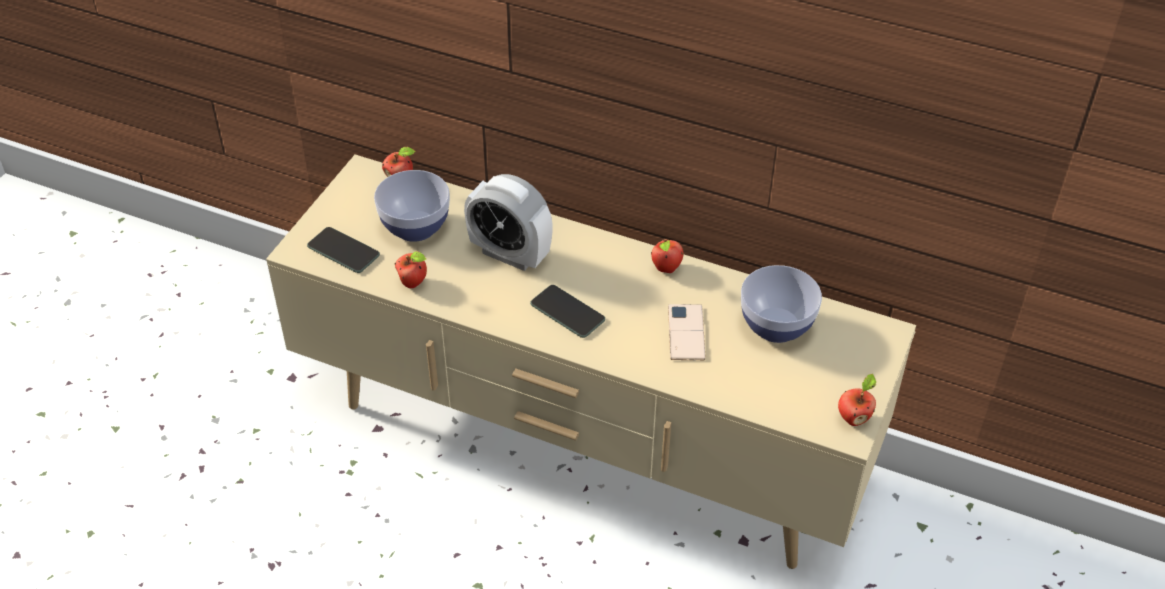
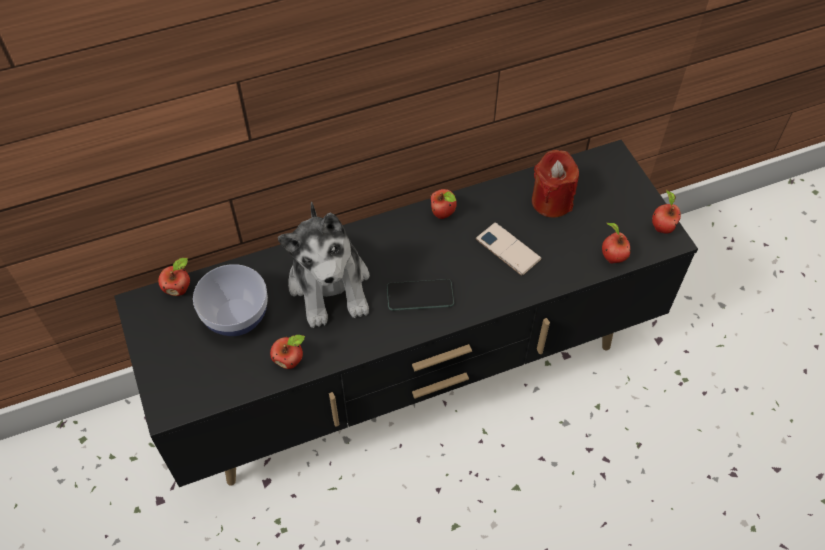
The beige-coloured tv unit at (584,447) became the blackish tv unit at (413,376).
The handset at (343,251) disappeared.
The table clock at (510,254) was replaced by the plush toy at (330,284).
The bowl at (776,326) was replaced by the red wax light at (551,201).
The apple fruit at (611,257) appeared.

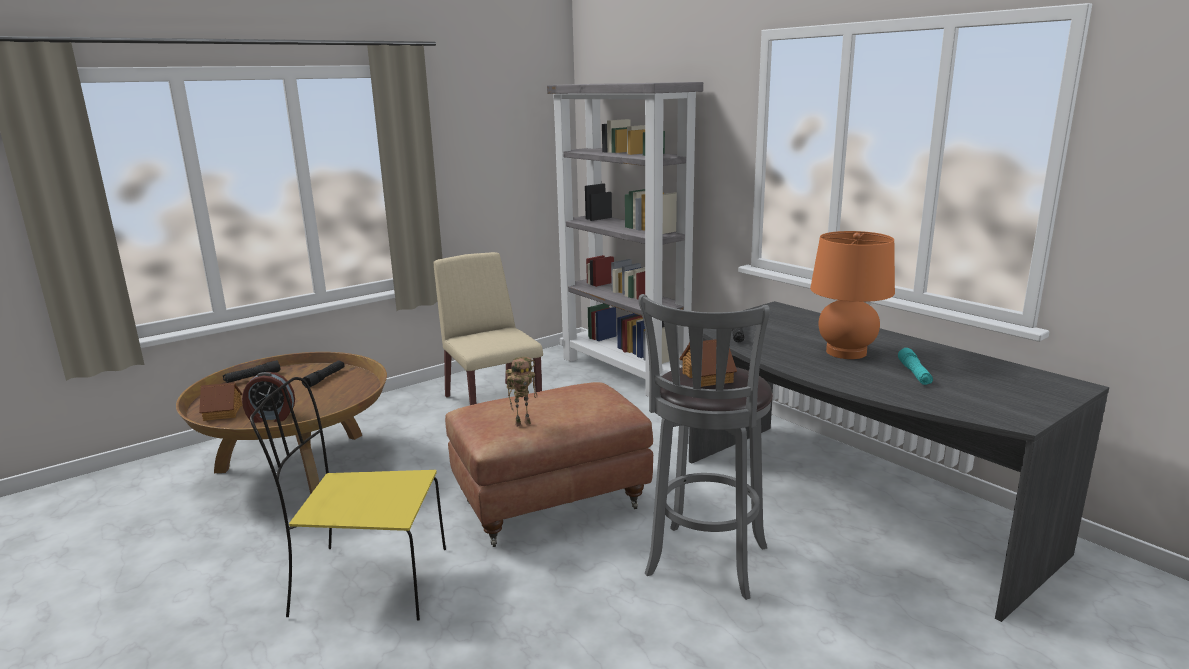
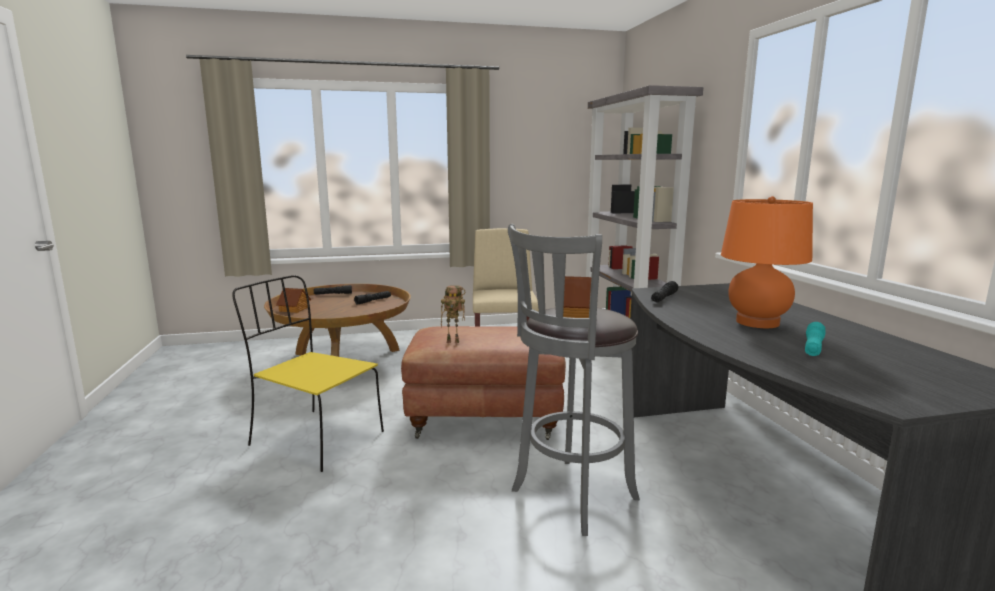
The table clock at (271,417) disappeared.

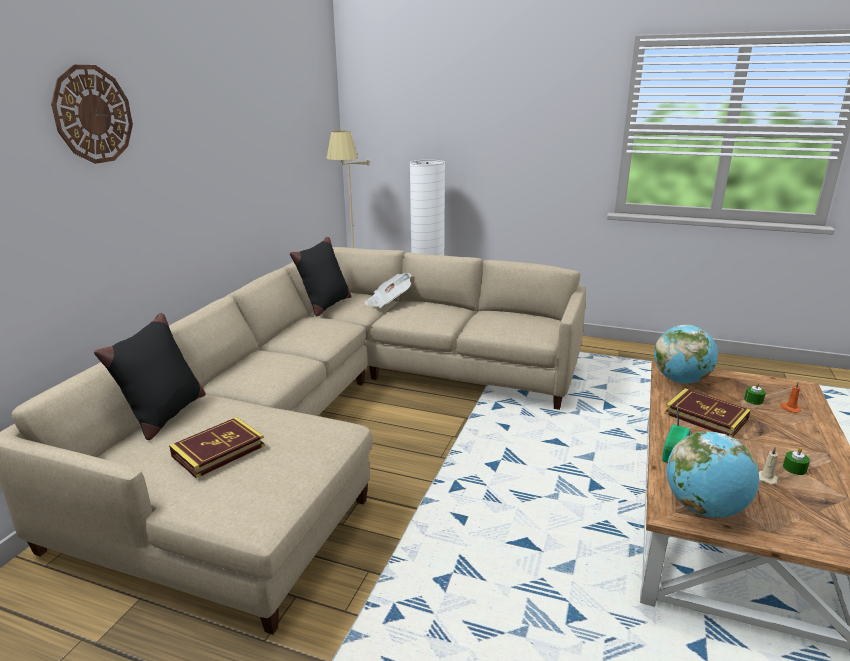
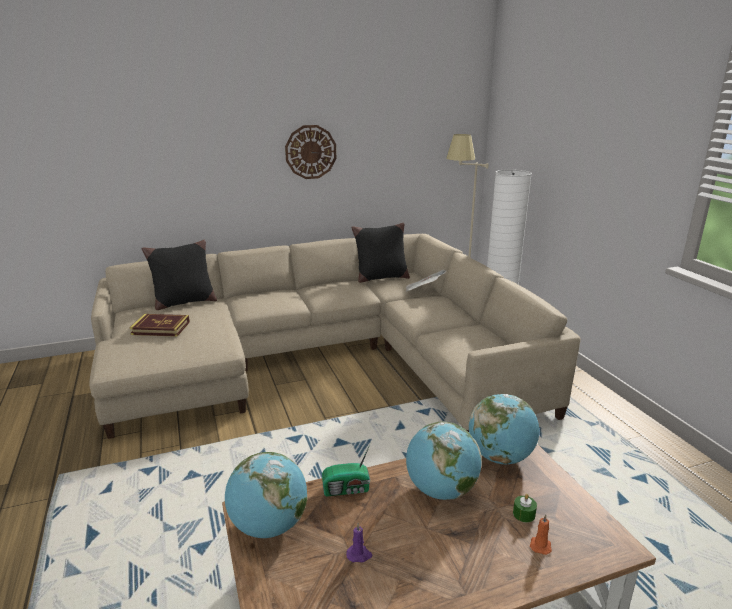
The hanging clock moved from (93,114) to (310,152).
The volume at (706,416) was replaced by the world globe at (441,490).
The beige-coloured wax light at (767,478) became the purple-coloured wax light at (359,555).
The green-coloured wax light at (794,468) disappeared.

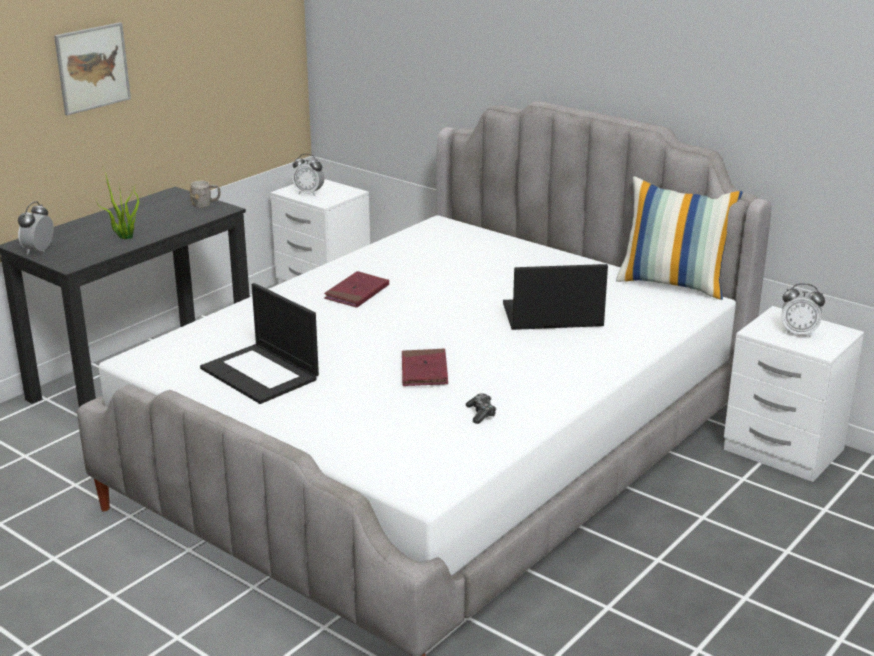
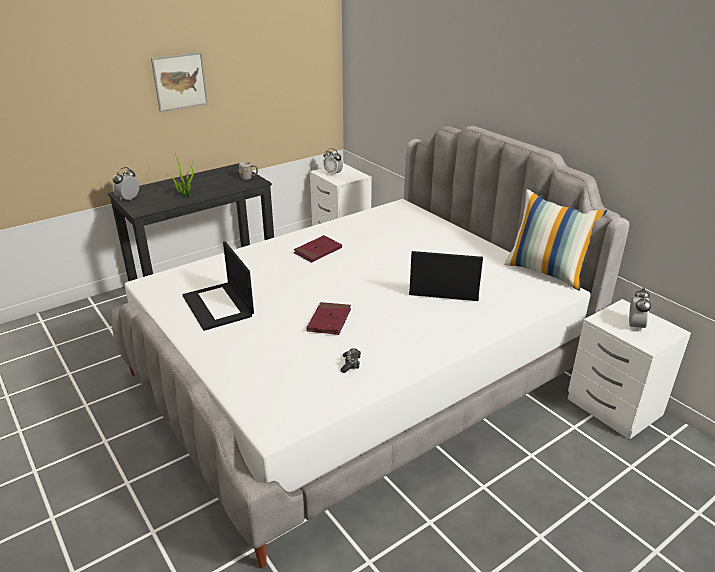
The table clock at (798,333) turned 105 degrees counterclockwise.

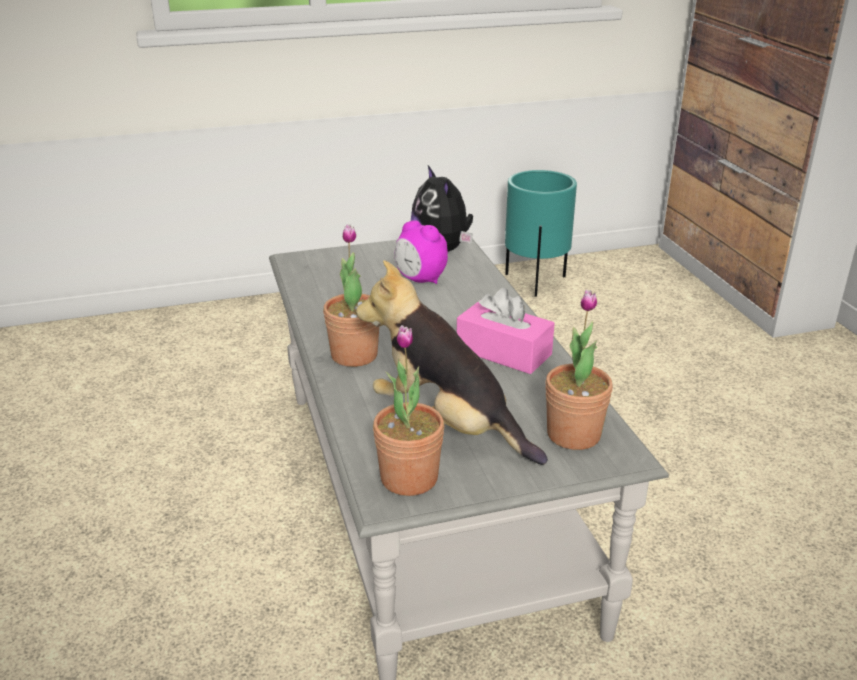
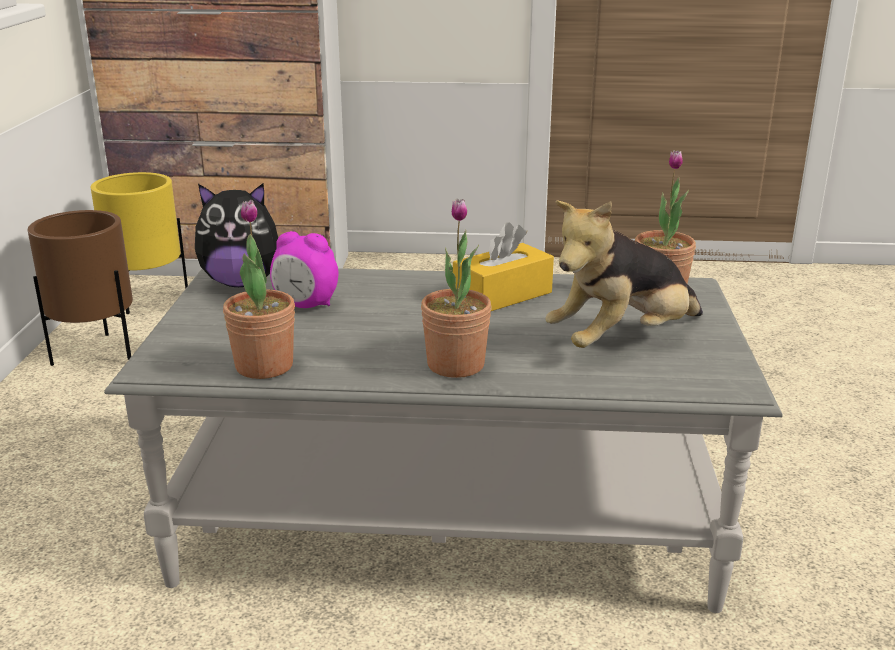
The houseplant moved from (409,478) to (264,366).
The table clock at (420,280) turned 45 degrees clockwise.
The pink-coloured tissue box at (503,352) became the yellow-coloured tissue box at (502,295).
The blue-green planter at (536,283) became the brown planter at (97,353).
The yellow-coloured planter at (149,301) appeared.

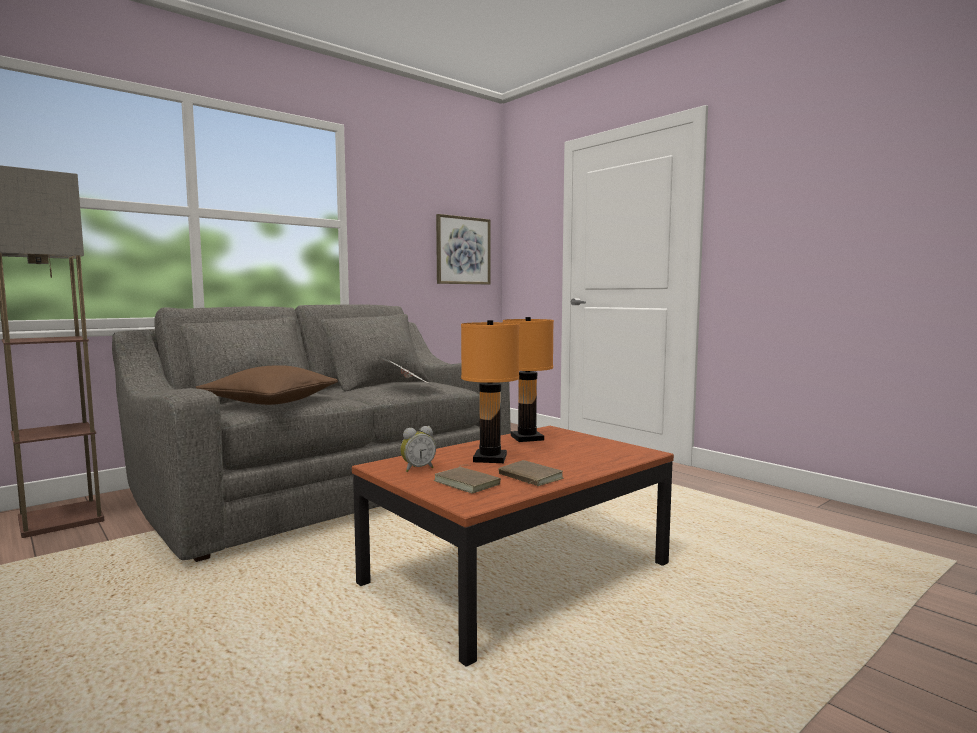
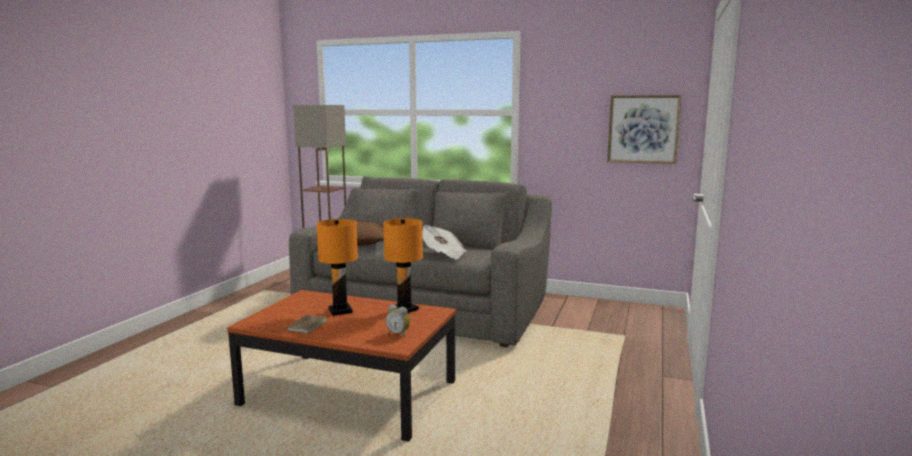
The table clock moved from (417,469) to (399,334).
The brown volume at (468,483) disappeared.

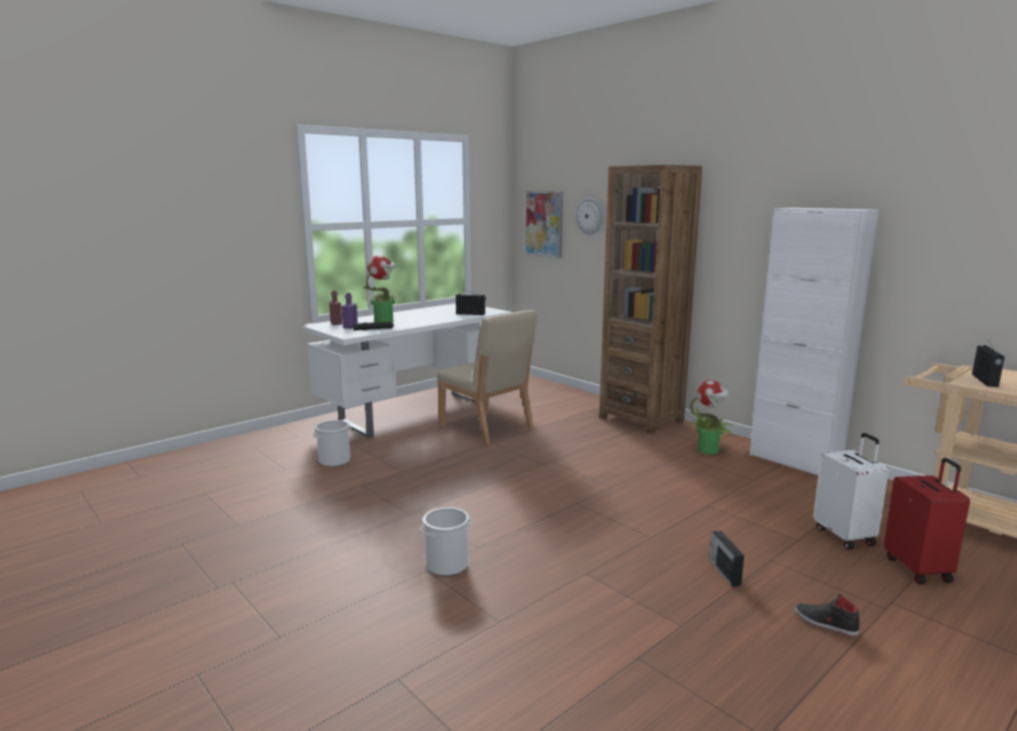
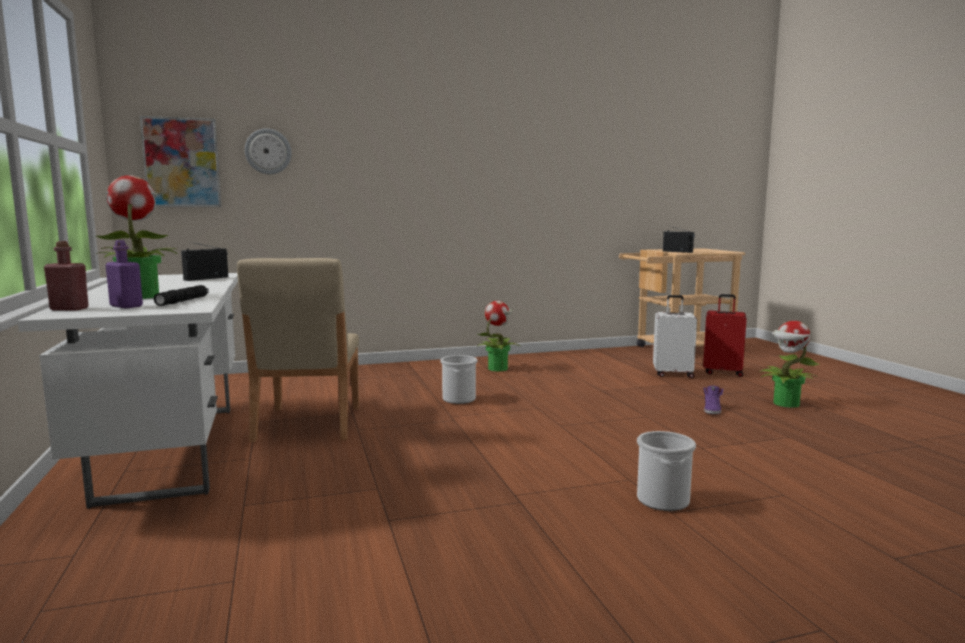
The water bucket moved from (334,461) to (458,399).
The beige-coloured chair at (486,428) turned 105 degrees clockwise.
The brown bookshelf at (641,419) disappeared.
The radio receiver at (724,571) was replaced by the purple-coloured item of footwear at (712,410).
The whitish storage cabinet at (794,462) disappeared.
The blackish item of footwear at (825,623) was replaced by the houseplant at (786,404).

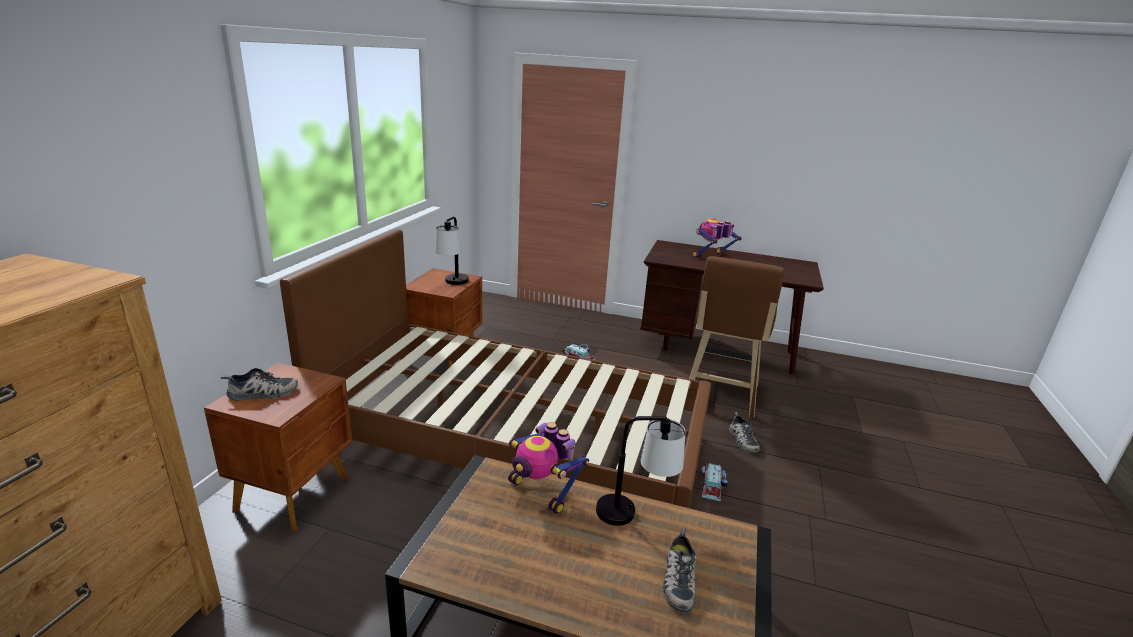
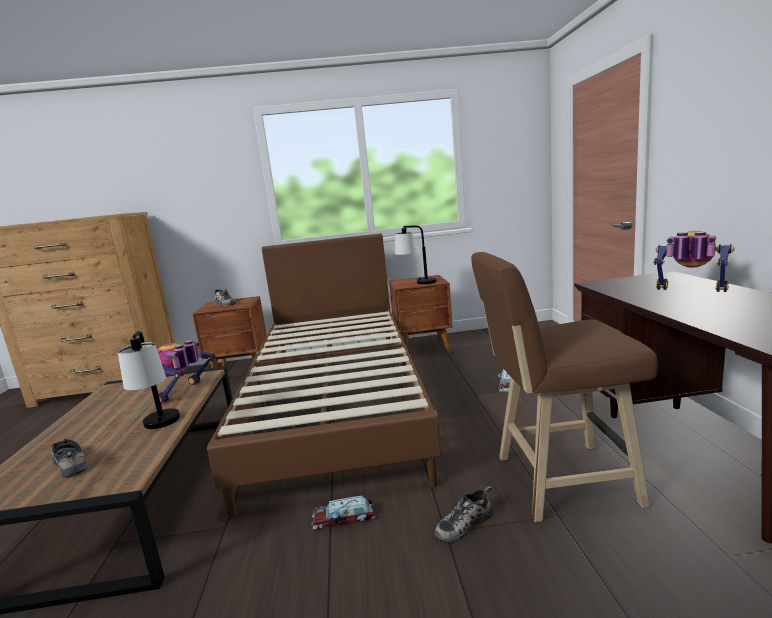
The item of footwear at (677,579) turned 60 degrees clockwise.

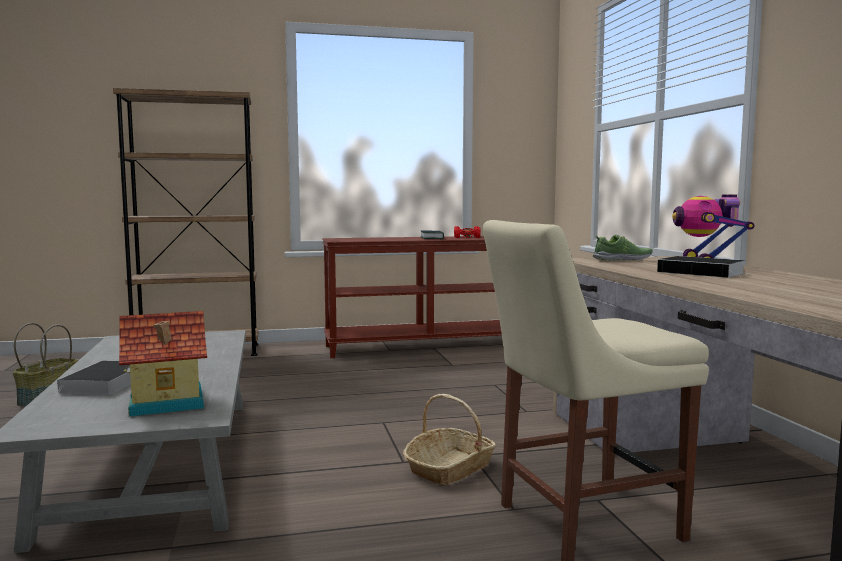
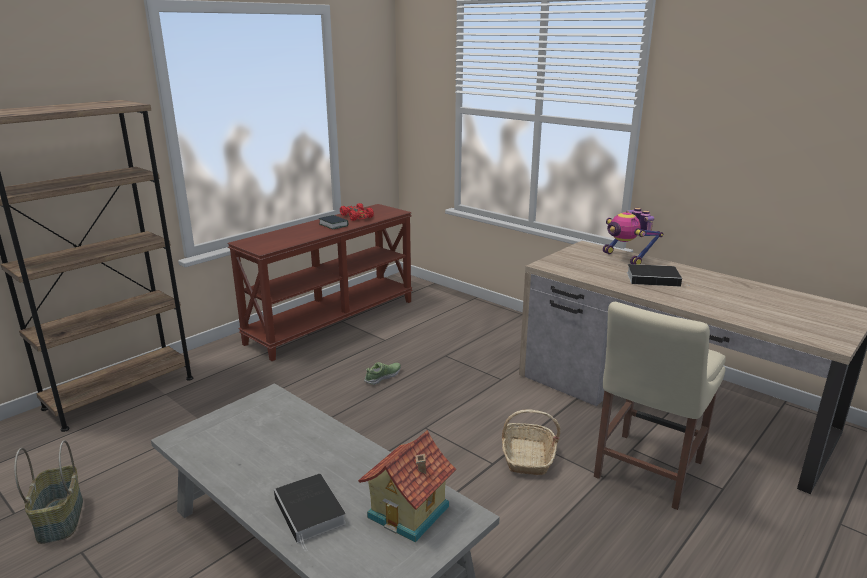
The item of footwear moved from (622,260) to (383,377).

